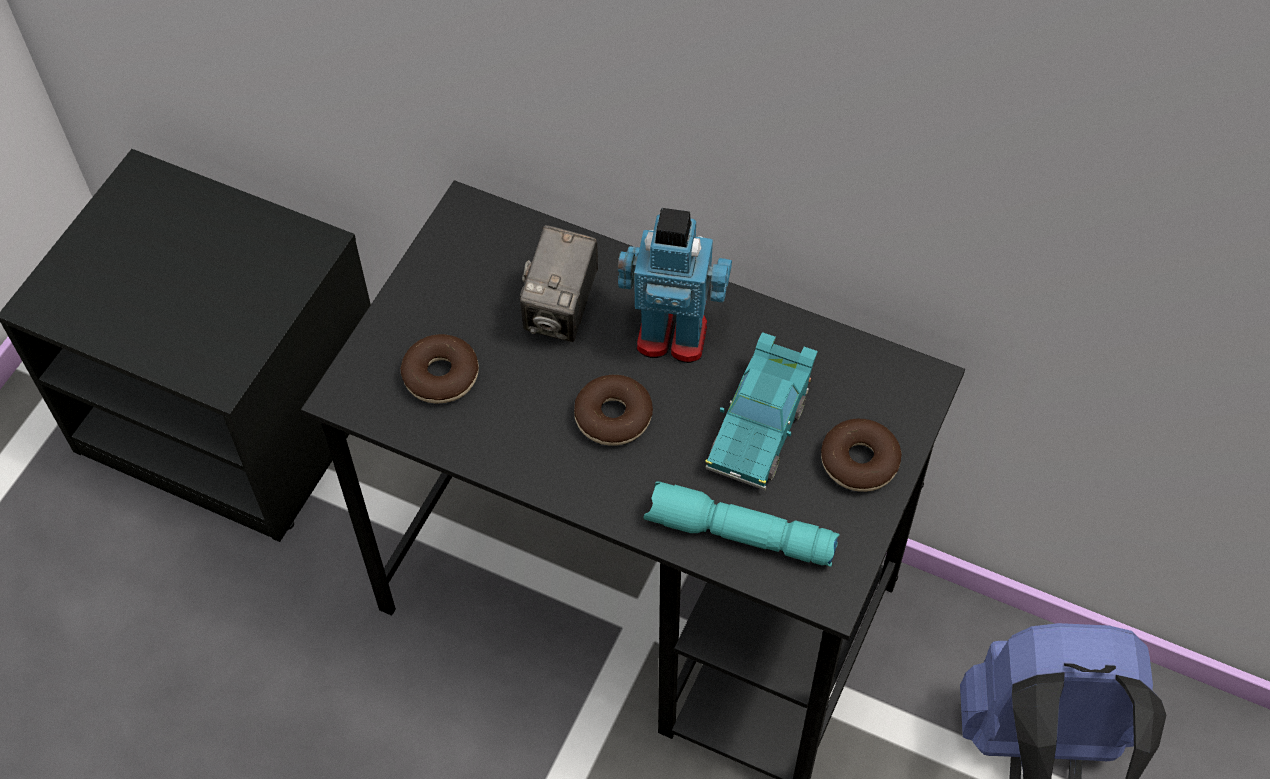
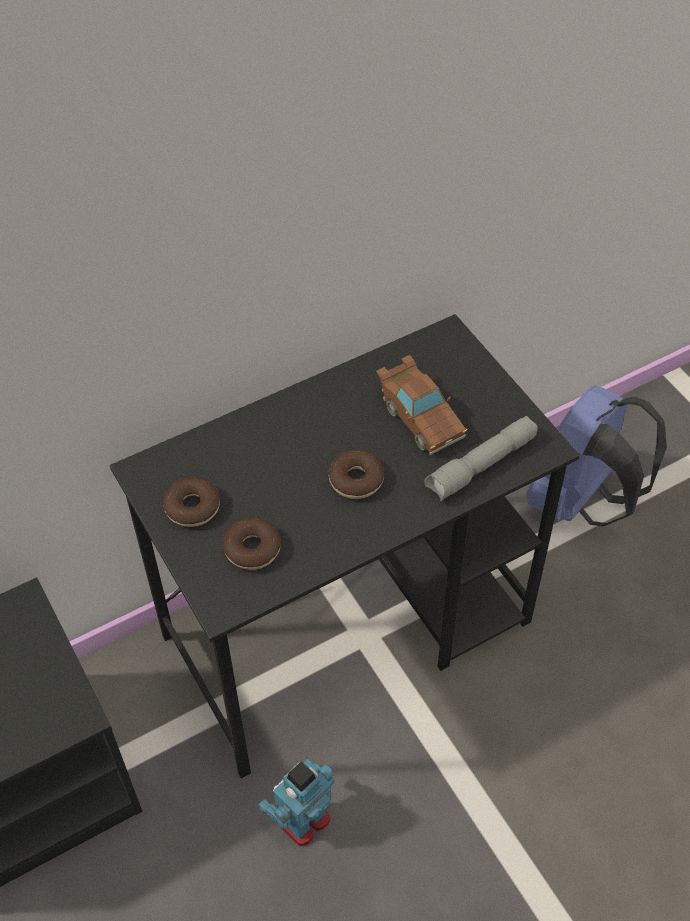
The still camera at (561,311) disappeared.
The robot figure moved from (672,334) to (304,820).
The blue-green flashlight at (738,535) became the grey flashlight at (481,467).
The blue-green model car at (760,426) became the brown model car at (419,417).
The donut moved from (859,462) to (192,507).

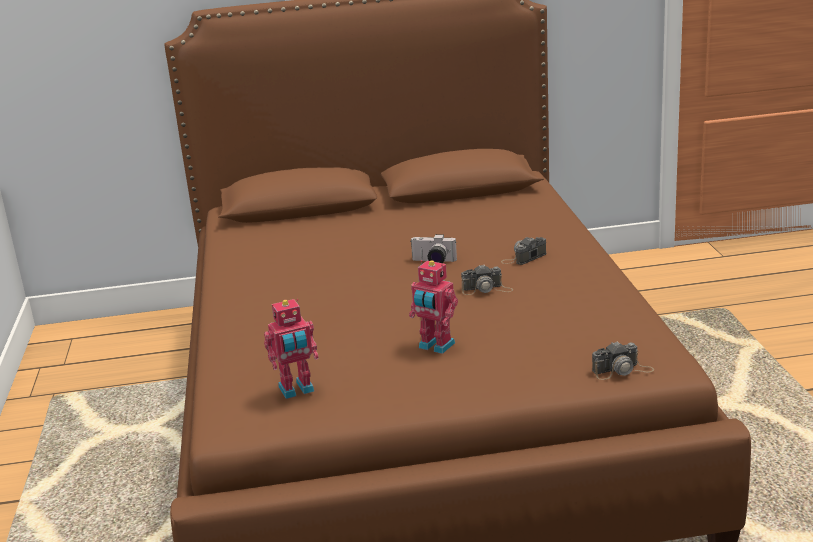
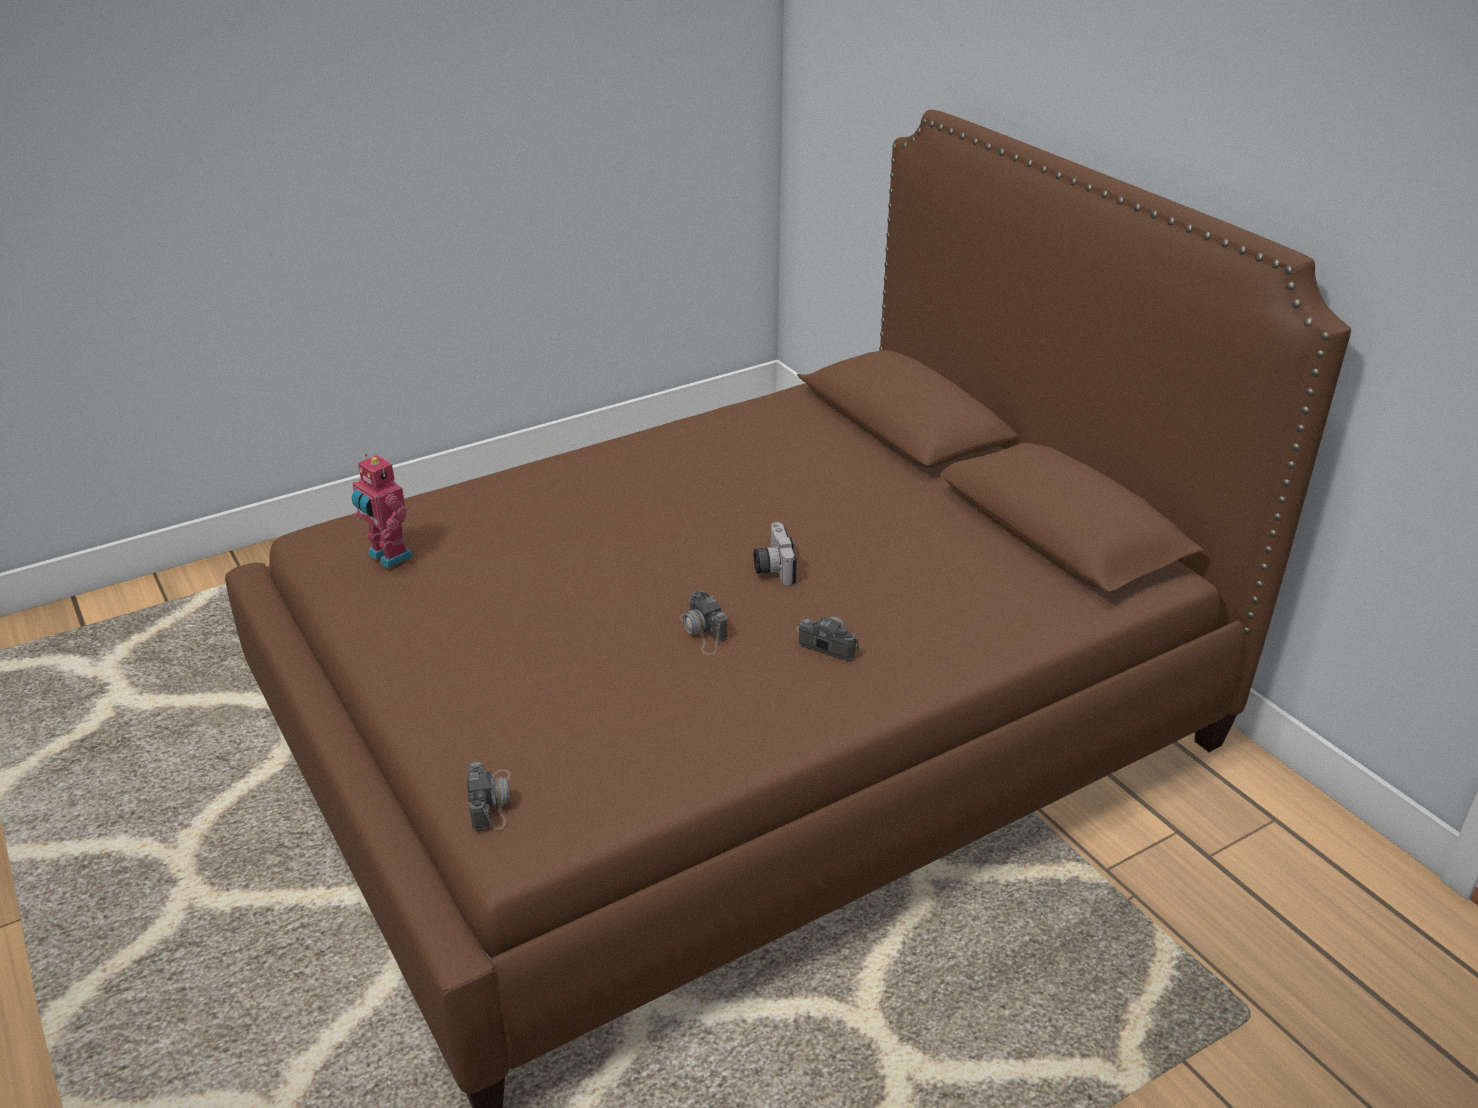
The robot figure at (435,346) disappeared.
The still camera at (622,370) turned 150 degrees counterclockwise.

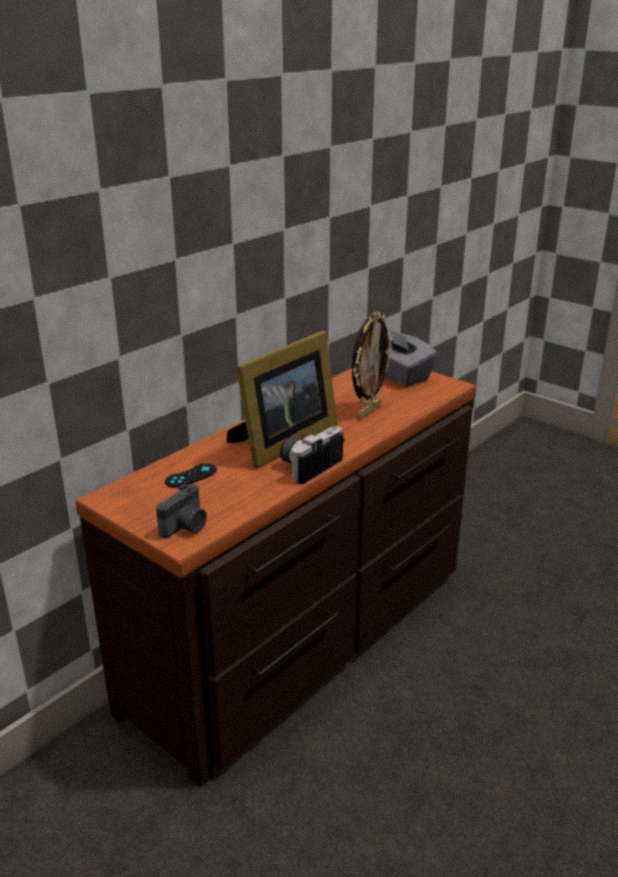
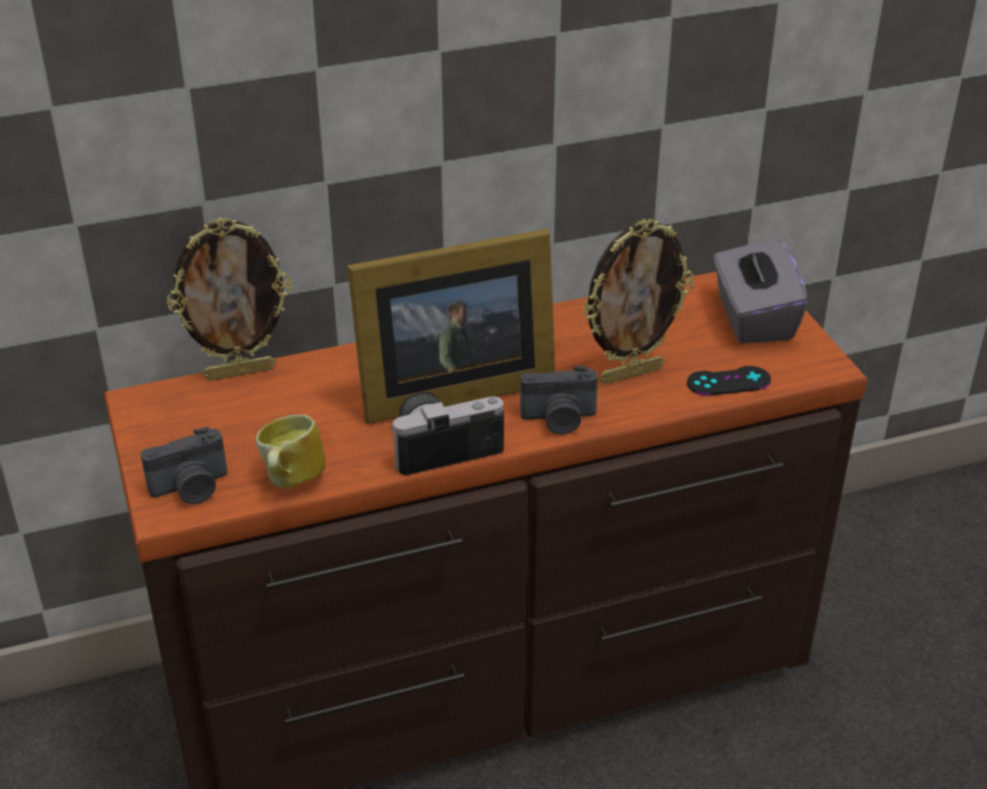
The blackish gamepad moved from (191,476) to (728,381).
The photo frame at (240,372) appeared.
The mug at (290,482) appeared.
The still camera at (559,420) appeared.

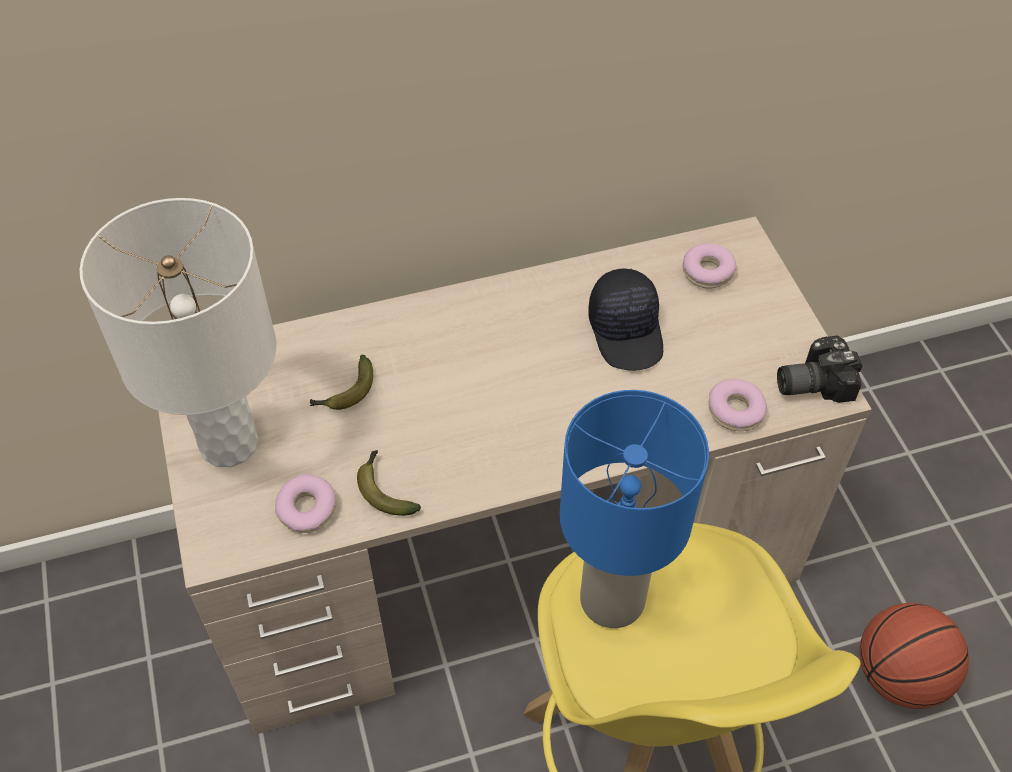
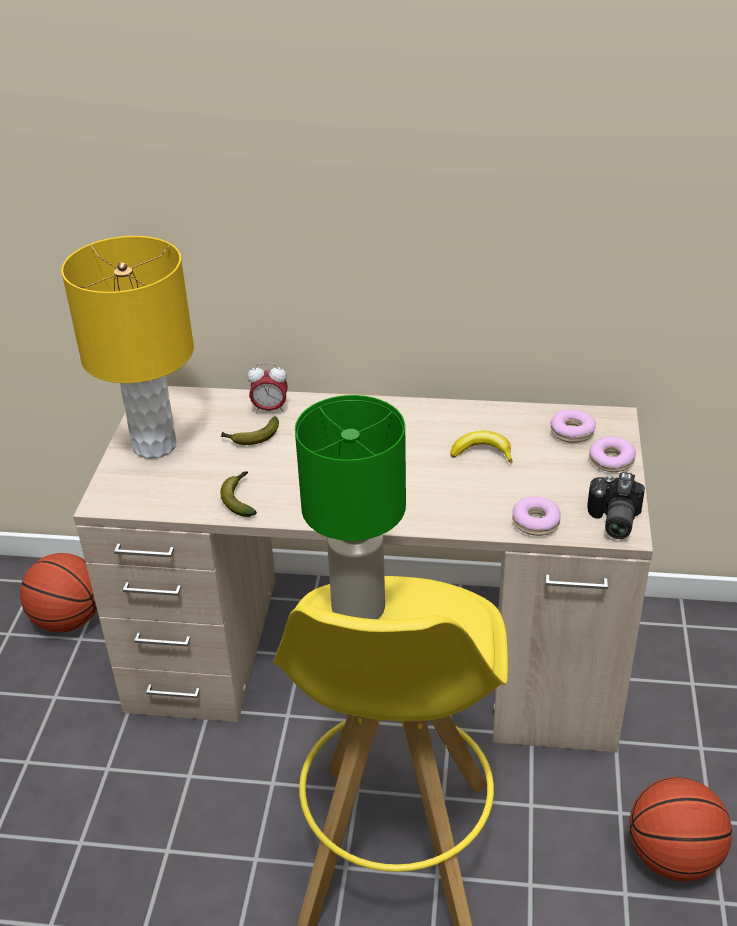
The whitish tabletop lamp at (228,443) became the yellow-coloured tabletop lamp at (154,445).
The donut moved from (307,509) to (611,460).
The bluish tabletop lamp at (610,600) became the green-coloured tabletop lamp at (356,608).
The blackish baseball cap at (627,331) was replaced by the banana at (482,453).
The still camera at (811,381) turned 90 degrees counterclockwise.
The ball for basketball at (68,620) appeared.
The table clock at (270,409) appeared.

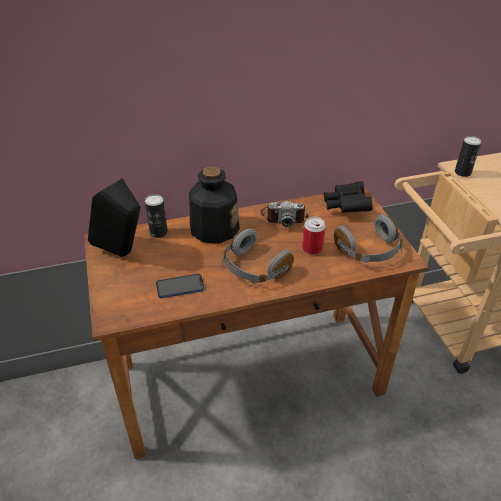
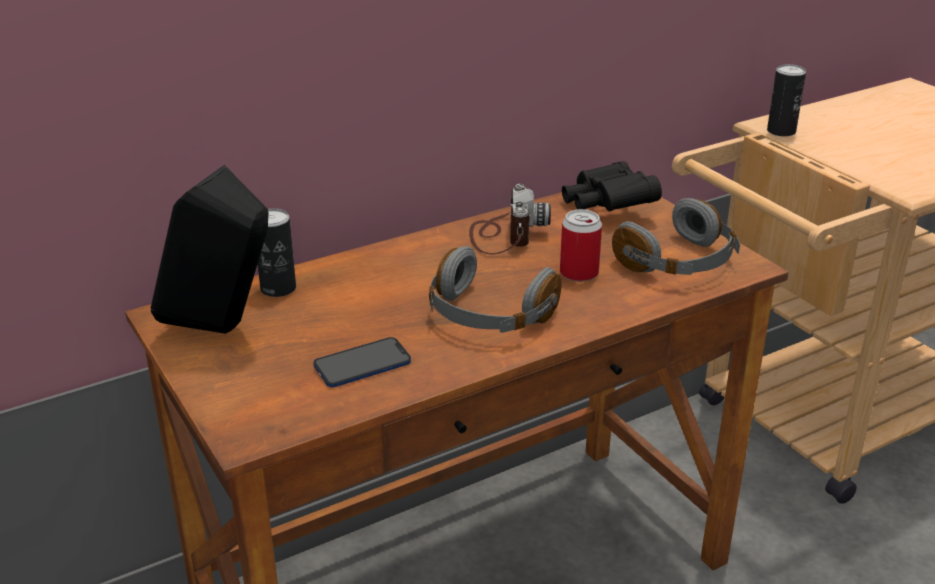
The beverage bottle at (214,228) disappeared.
The still camera at (284,217) turned 75 degrees counterclockwise.

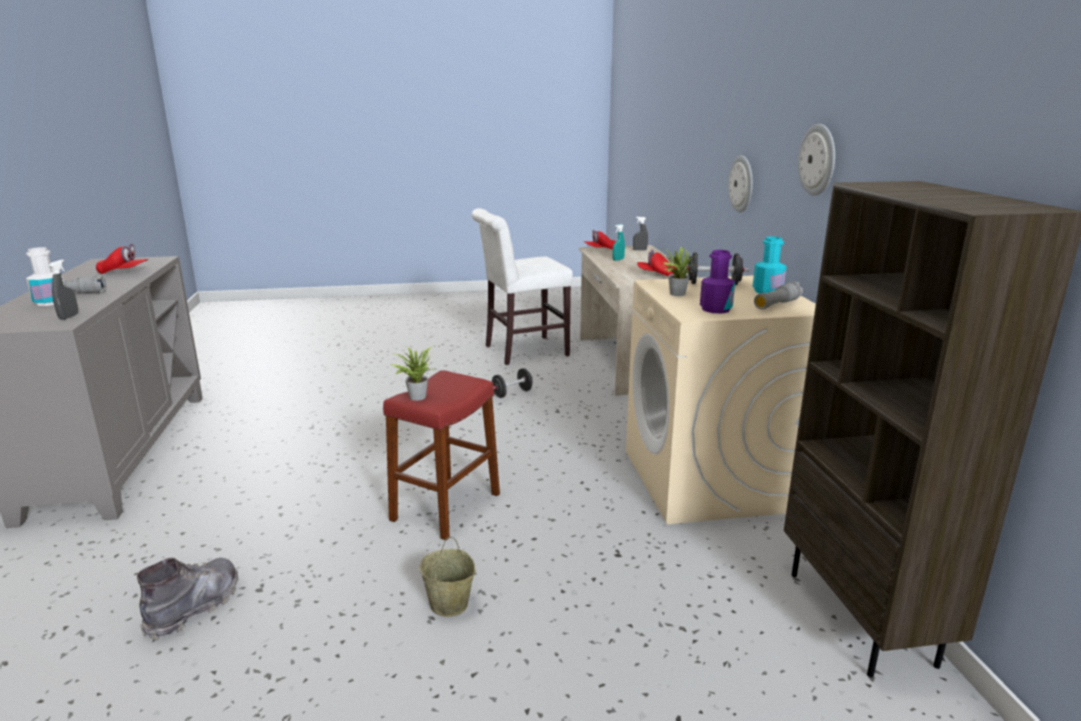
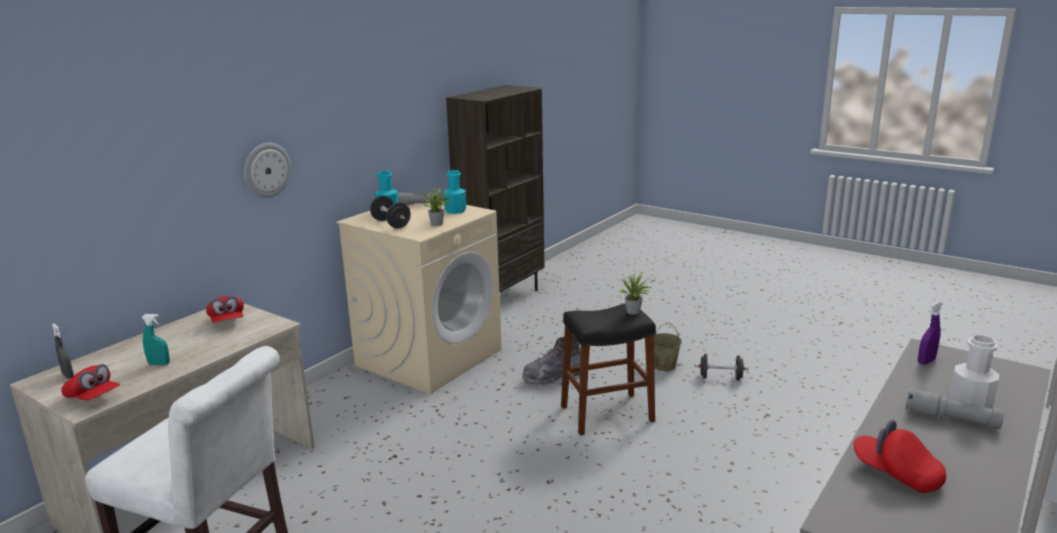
The grey hand sprayer at (69,317) became the purple-coloured hand sprayer at (926,361).
The grey boot moved from (195,607) to (552,377).
The red stool seat at (446,507) became the blackish stool seat at (607,413).
The blackish dumbbell moved from (512,393) to (720,378).
The purple-coloured beverage bottle at (715,309) became the blue-green beverage bottle at (455,211).
The hanging clock at (818,160) disappeared.

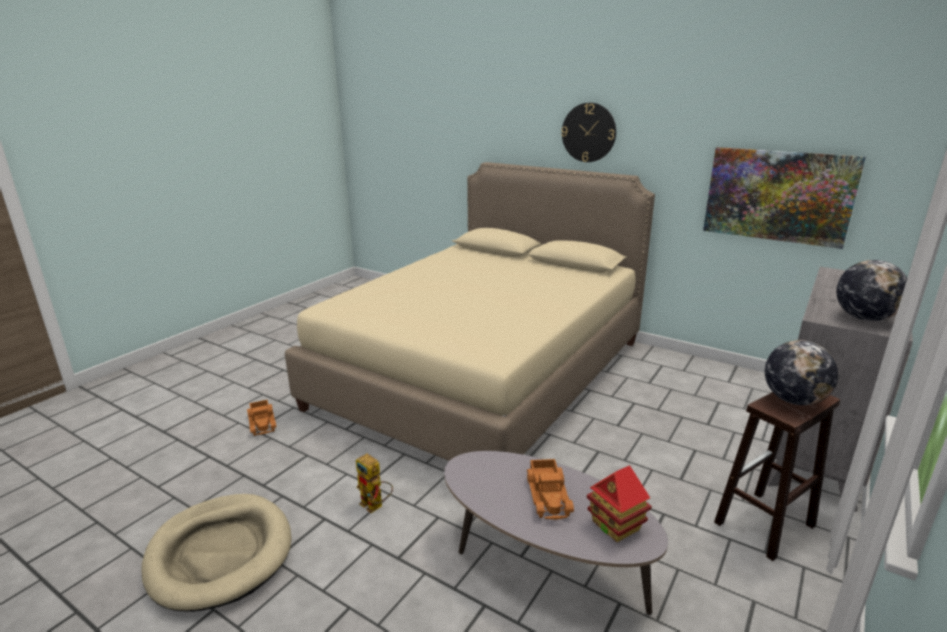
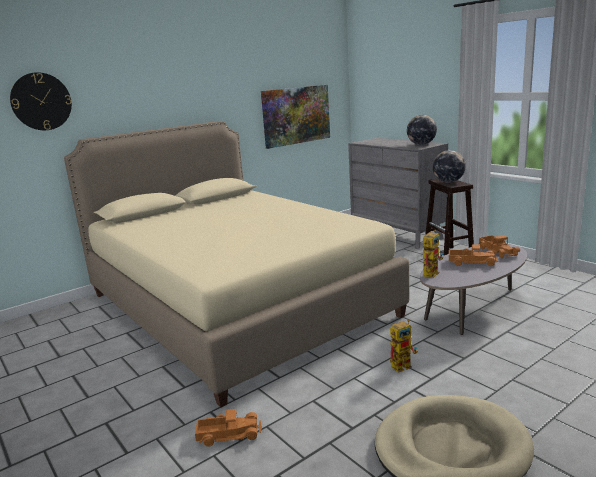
The hanging clock moved from (588,132) to (41,101).
The miniature house at (616,525) was replaced by the toy truck at (498,251).
The robot figure at (431,272) appeared.

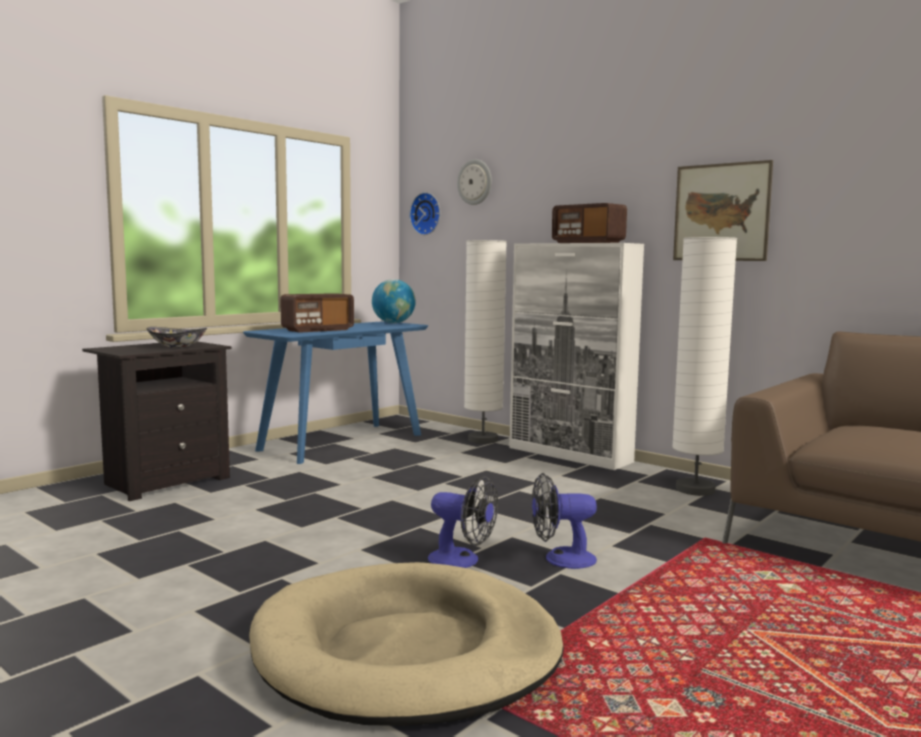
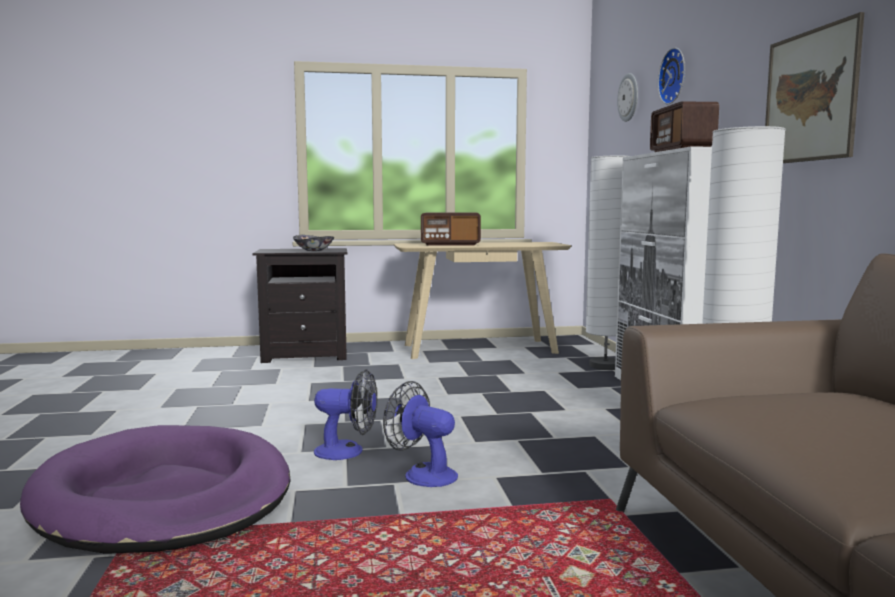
The bluish console table at (342,442) became the beige-coloured console table at (479,349).
The beige-coloured pet bed at (407,652) became the purple-coloured pet bed at (164,497).
The world globe at (393,323) disappeared.
The hanging clock moved from (427,214) to (675,76).
The electric fan at (462,561) turned 60 degrees counterclockwise.

